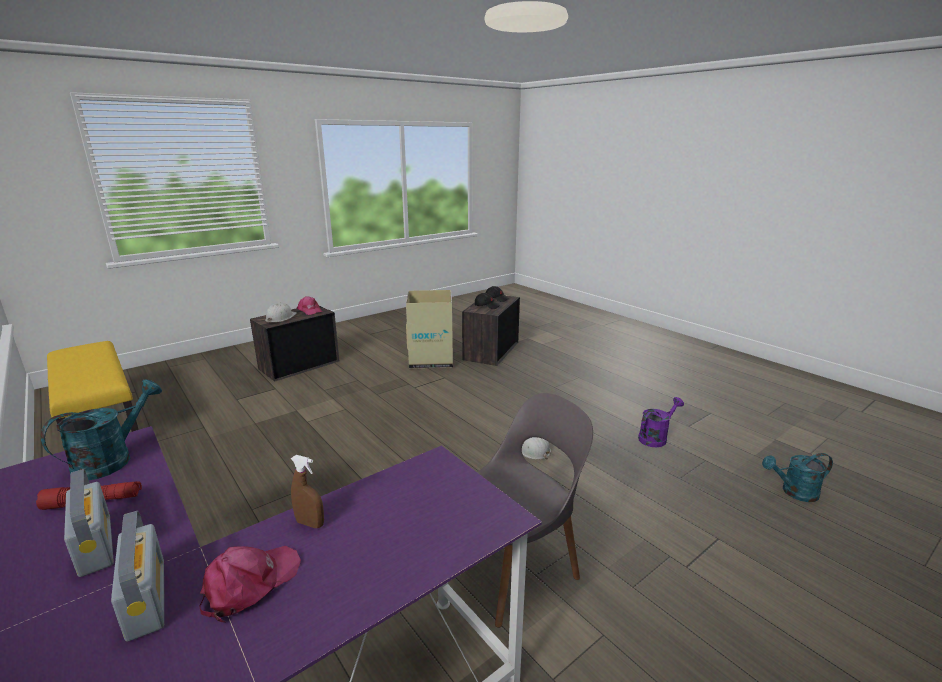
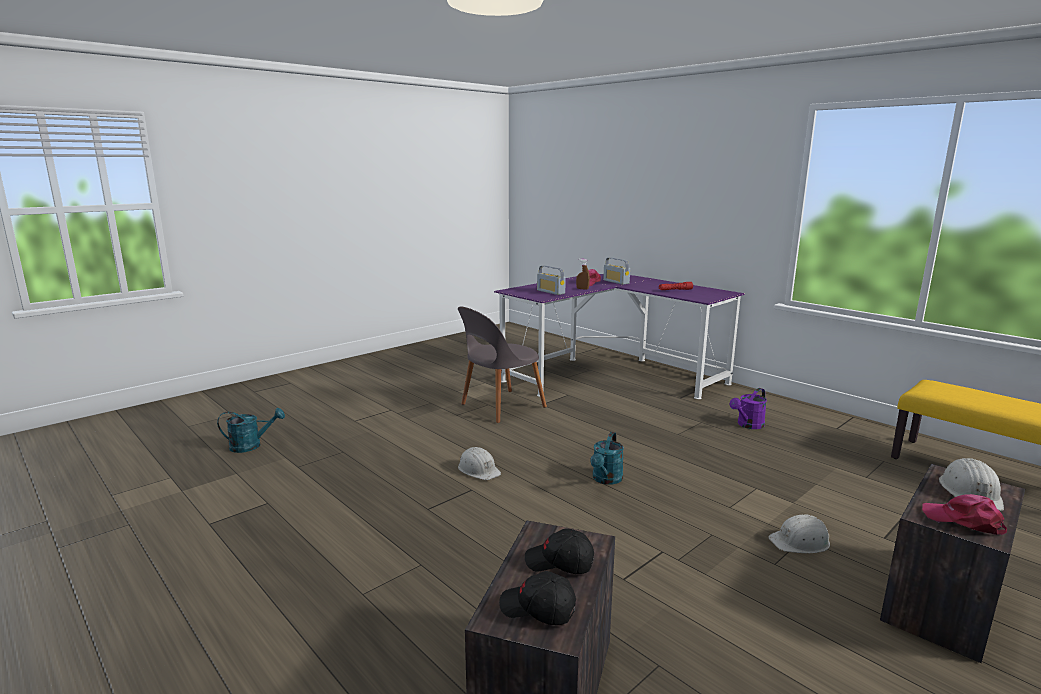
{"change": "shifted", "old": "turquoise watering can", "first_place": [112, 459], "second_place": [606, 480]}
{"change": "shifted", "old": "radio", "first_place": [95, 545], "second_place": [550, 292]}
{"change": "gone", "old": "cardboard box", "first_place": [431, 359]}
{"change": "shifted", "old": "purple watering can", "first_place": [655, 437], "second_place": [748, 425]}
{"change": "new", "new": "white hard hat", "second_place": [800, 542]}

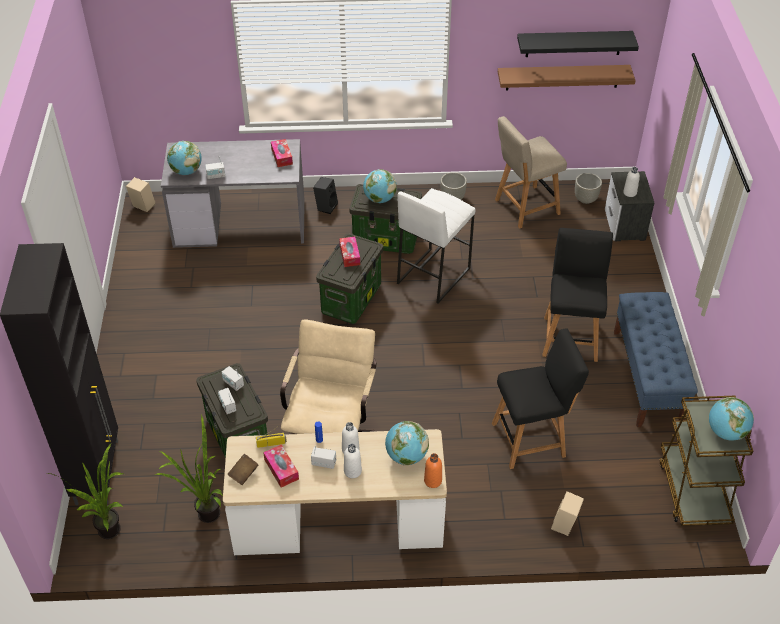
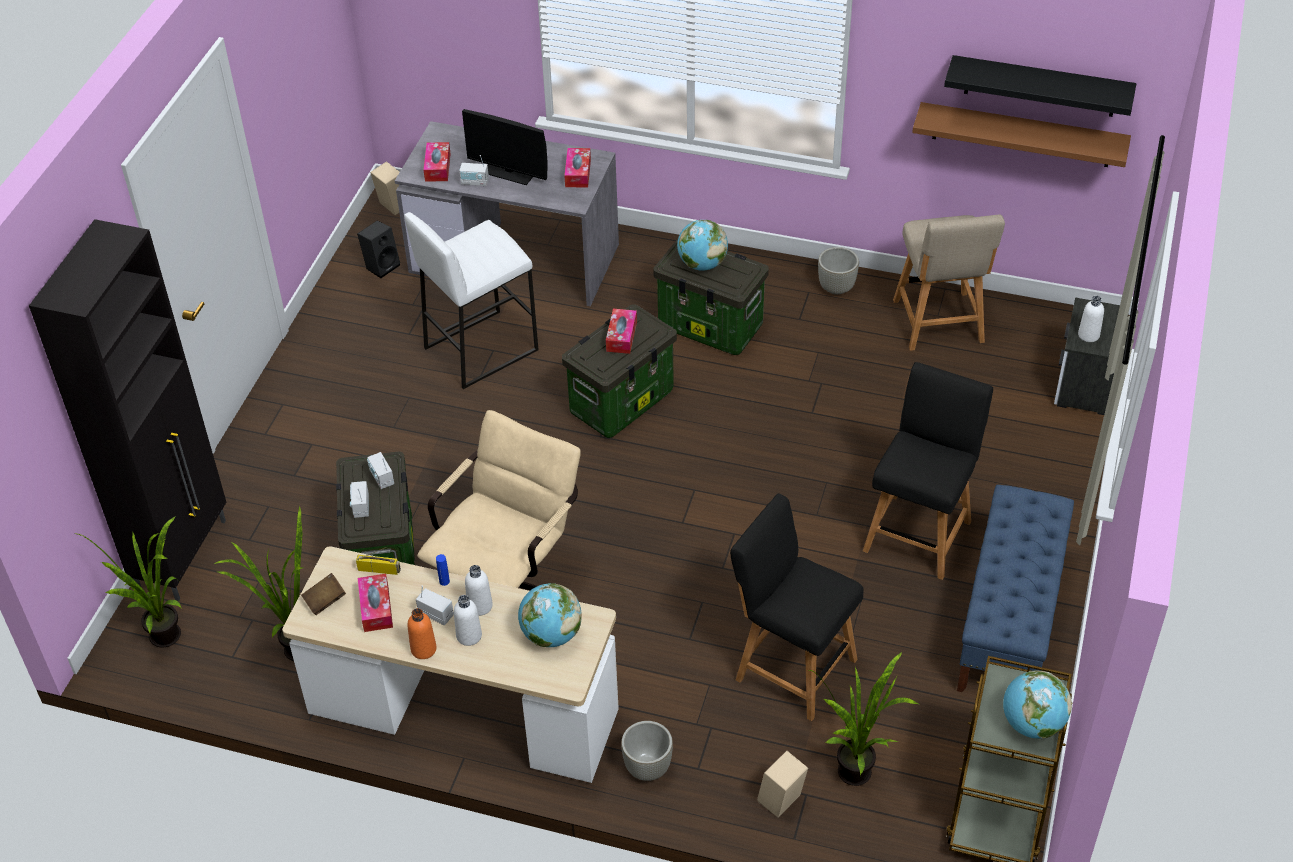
{"change": "swapped", "old": "globe", "new": "tissue box", "first_place": [186, 171], "second_place": [437, 167]}
{"change": "shifted", "old": "black speaker", "first_place": [326, 206], "second_place": [382, 265]}
{"change": "shifted", "old": "white stool", "first_place": [433, 275], "second_place": [480, 348]}
{"change": "shifted", "old": "orange bottle", "first_place": [433, 480], "second_place": [423, 649]}
{"change": "rotated", "old": "black chair", "first_place": [532, 439], "second_place": [791, 666], "degrees": -150}
{"change": "rotated", "old": "beige chair", "first_place": [524, 208], "second_place": [939, 324], "degrees": -90}
{"change": "shifted", "old": "grey planter", "first_place": [585, 199], "second_place": [648, 768]}
{"change": "new", "new": "monitor", "second_place": [509, 172]}
{"change": "new", "new": "potted plant", "second_place": [857, 779]}

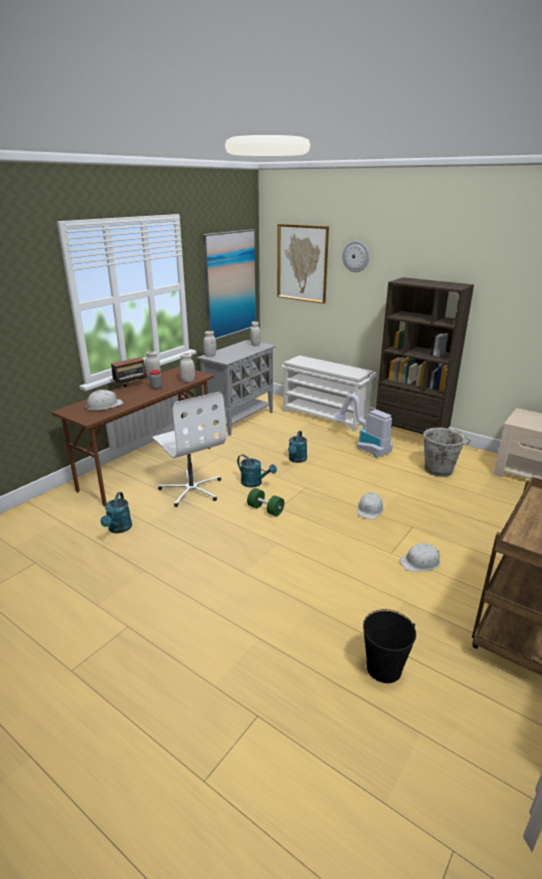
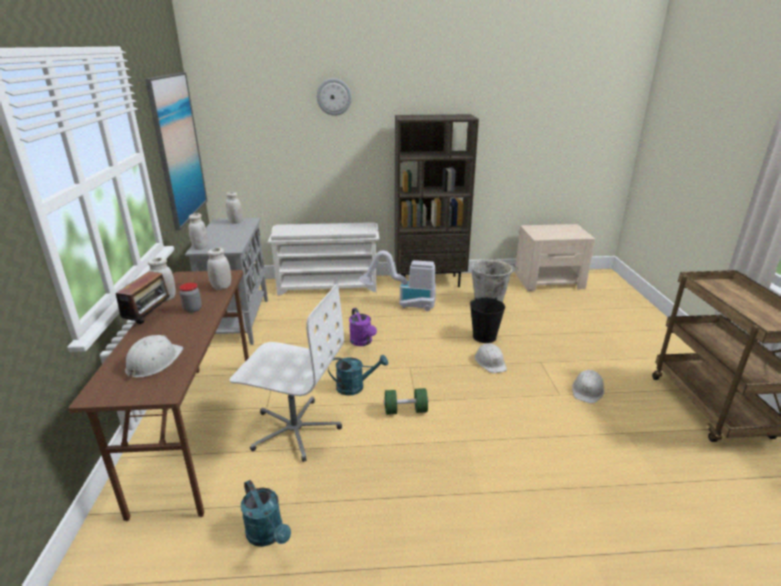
{"change": "gone", "old": "picture", "first_place": [302, 263]}
{"change": "repainted", "old": "turquoise watering can", "new": "purple watering can", "first_place": [297, 460], "second_place": [363, 342]}
{"change": "shifted", "old": "black bucket", "first_place": [384, 668], "second_place": [484, 337]}

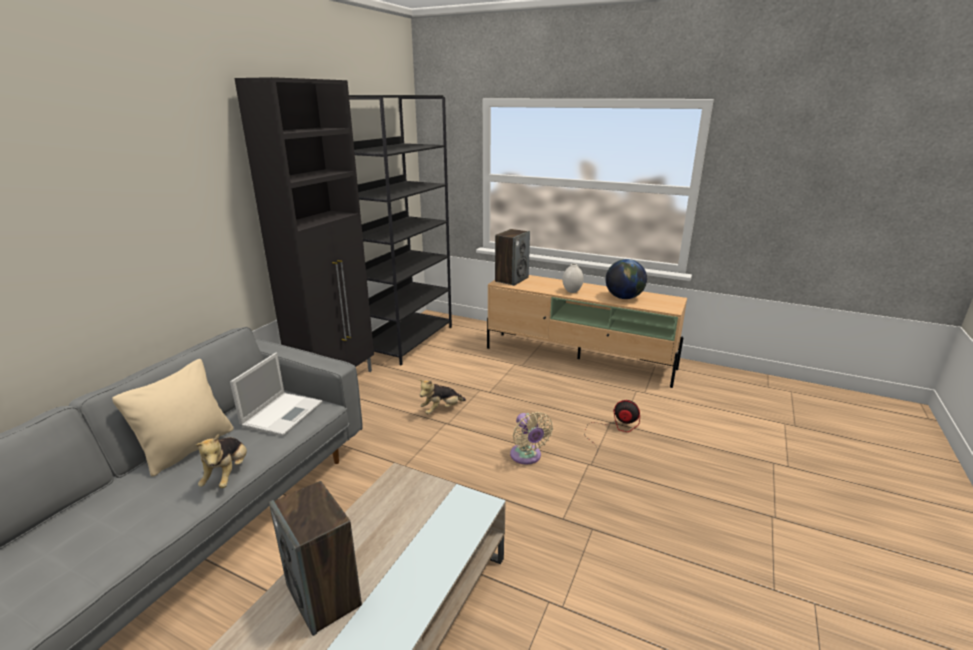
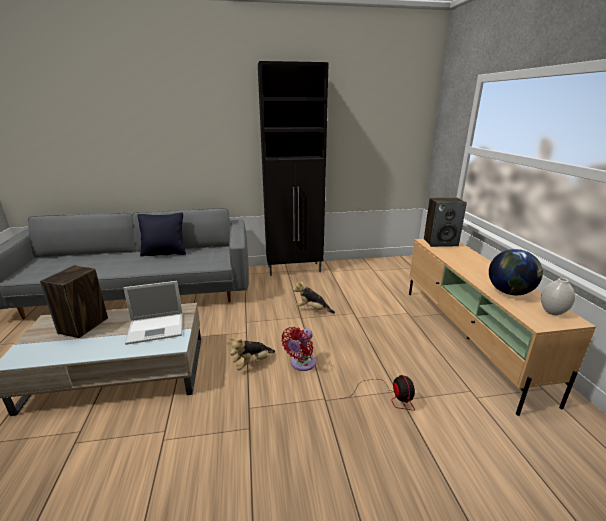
{"change": "repainted", "old": "beige pillow", "new": "black pillow", "first_place": [188, 448], "second_place": [164, 253]}
{"change": "shifted", "old": "plush toy", "first_place": [228, 474], "second_place": [252, 363]}
{"change": "shifted", "old": "laptop", "first_place": [283, 413], "second_place": [157, 328]}
{"change": "gone", "old": "black bookcase", "first_place": [407, 340]}
{"change": "repainted", "old": "beige fan", "new": "red fan", "first_place": [527, 456], "second_place": [301, 364]}
{"change": "shifted", "old": "white vase", "first_place": [571, 291], "second_place": [552, 312]}

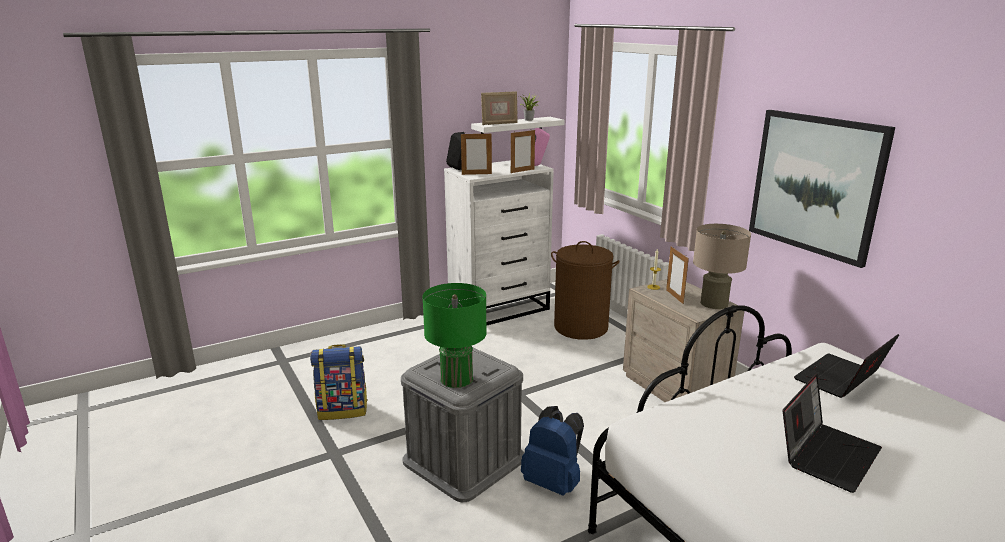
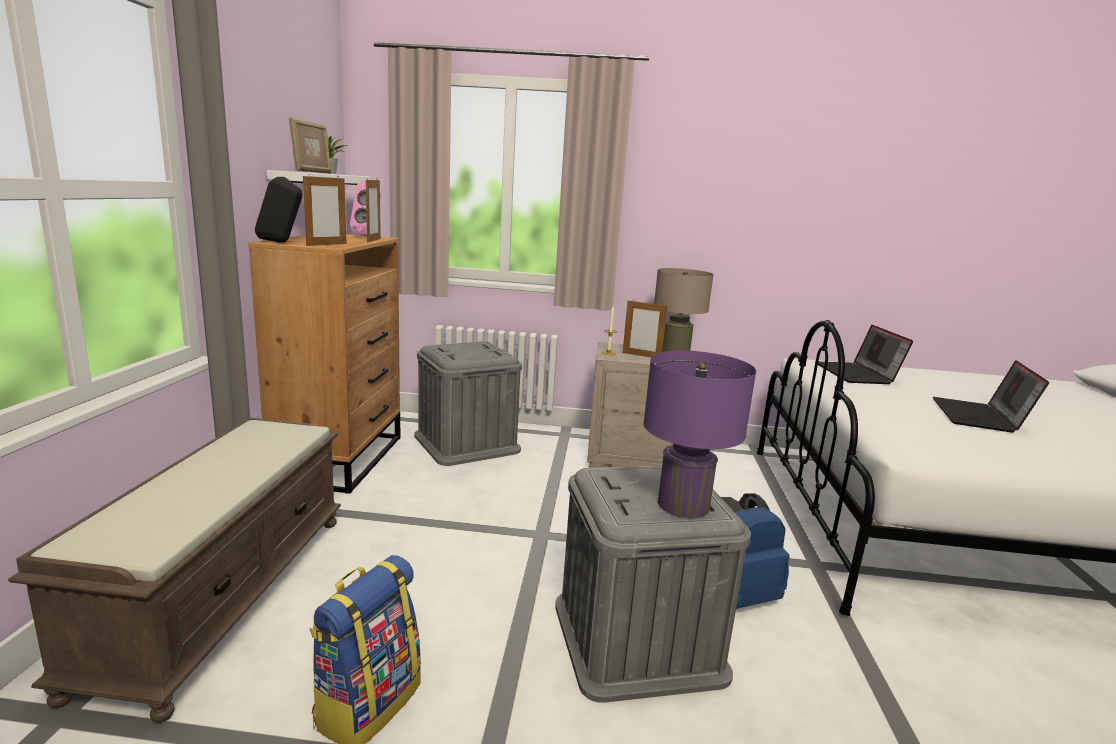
{"change": "repainted", "old": "green table lamp", "new": "purple table lamp", "first_place": [456, 379], "second_place": [683, 505]}
{"change": "repainted", "old": "white dresser", "new": "brown dresser", "first_place": [500, 309], "second_place": [341, 458]}
{"change": "swapped", "old": "brown laundry basket", "new": "grey storage box", "first_place": [581, 327], "second_place": [466, 443]}
{"change": "gone", "old": "picture", "first_place": [815, 184]}
{"change": "rotated", "old": "laptop", "first_place": [827, 454], "second_place": [980, 417], "degrees": -150}
{"change": "new", "new": "brown bench", "second_place": [223, 593]}

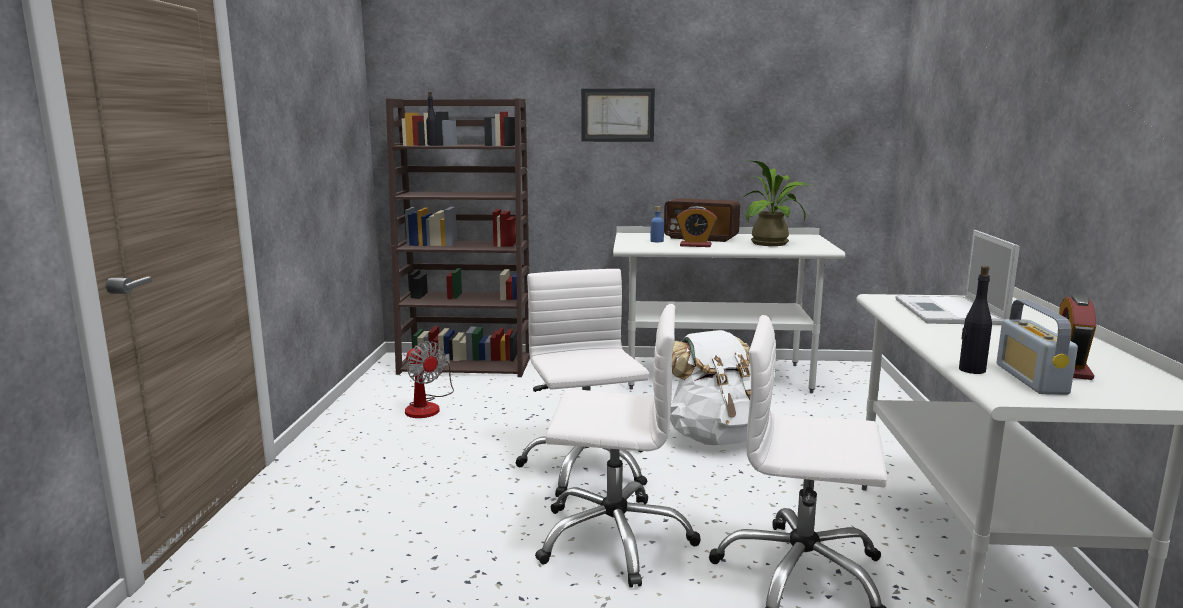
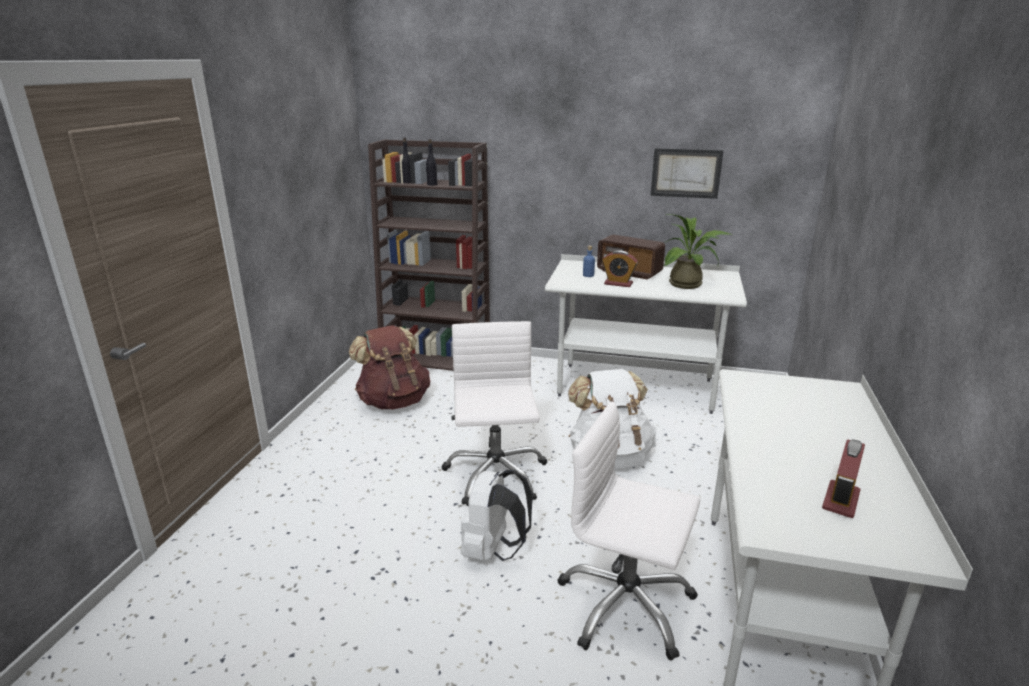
{"change": "swapped", "old": "fan", "new": "brown backpack", "first_place": [427, 406], "second_place": [393, 401]}
{"change": "swapped", "old": "white office chair", "new": "white backpack", "first_place": [614, 538], "second_place": [493, 550]}
{"change": "shifted", "old": "picture", "first_place": [617, 115], "second_place": [686, 173]}
{"change": "gone", "old": "laptop", "first_place": [950, 312]}
{"change": "shifted", "old": "black bottle", "first_place": [971, 370], "second_place": [432, 184]}
{"change": "gone", "old": "radio", "first_place": [1031, 379]}

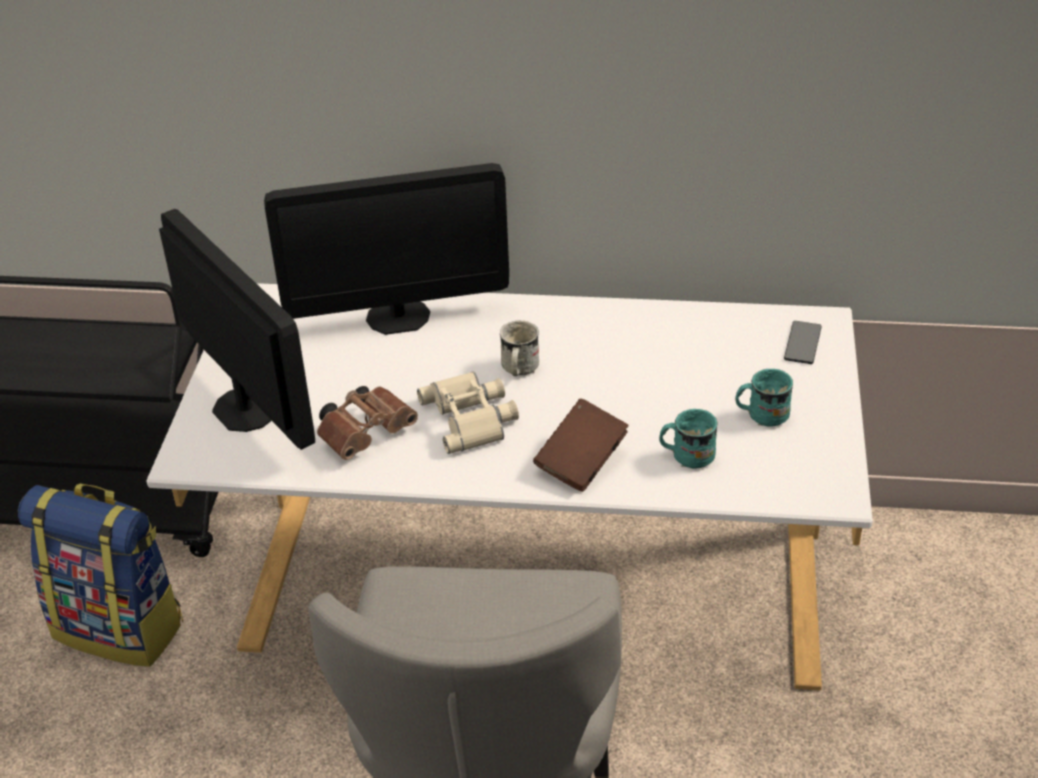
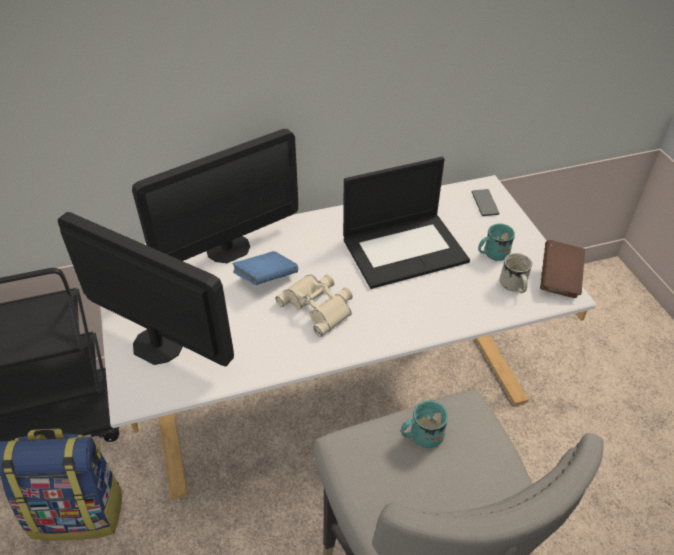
{"change": "gone", "old": "brown binoculars", "first_place": [368, 433]}
{"change": "shifted", "old": "white mug", "first_place": [518, 369], "second_place": [514, 287]}
{"change": "shifted", "old": "brown book", "first_place": [581, 462], "second_place": [559, 279]}
{"change": "shifted", "old": "turquoise mug", "first_place": [686, 455], "second_place": [421, 435]}
{"change": "new", "new": "blue book", "second_place": [266, 279]}
{"change": "new", "new": "laptop", "second_place": [405, 249]}

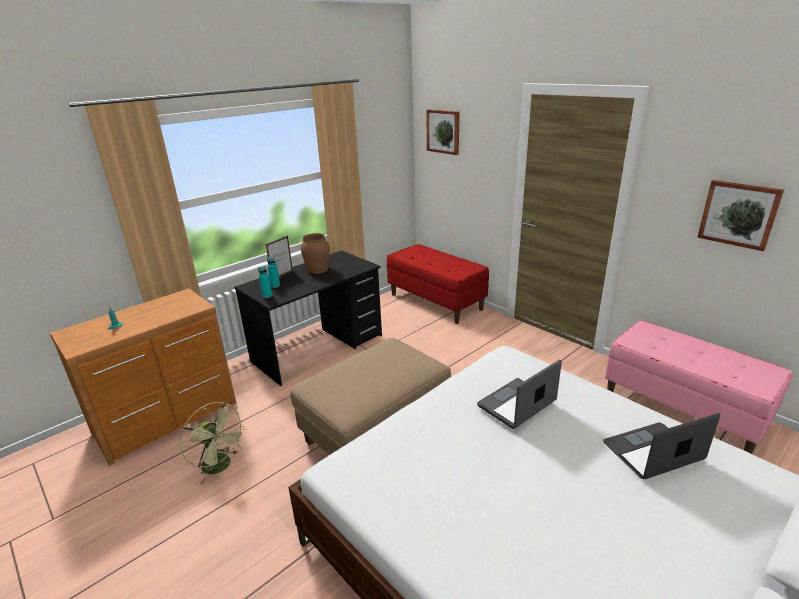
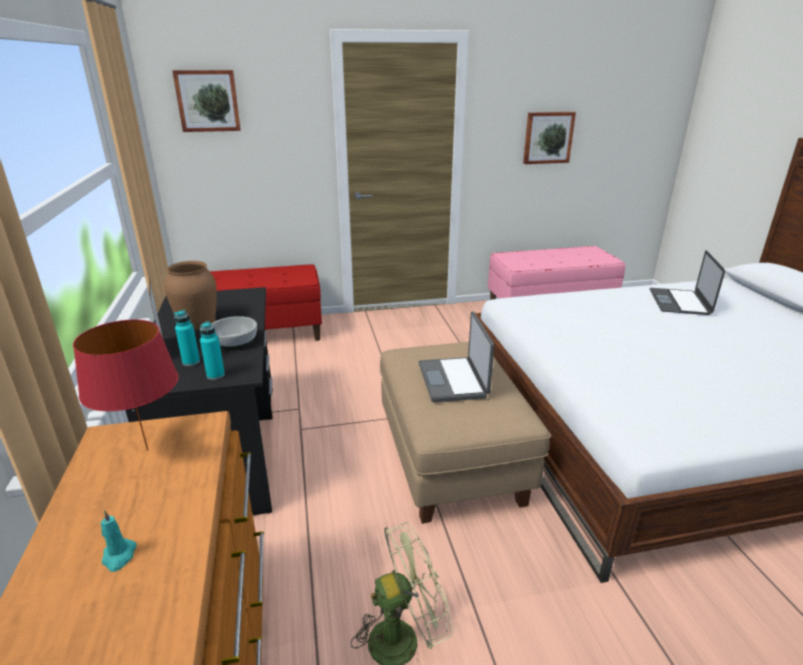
{"change": "shifted", "old": "laptop", "first_place": [517, 405], "second_place": [454, 380]}
{"change": "new", "new": "red table lamp", "second_place": [148, 449]}
{"change": "new", "new": "bowl", "second_place": [234, 342]}

